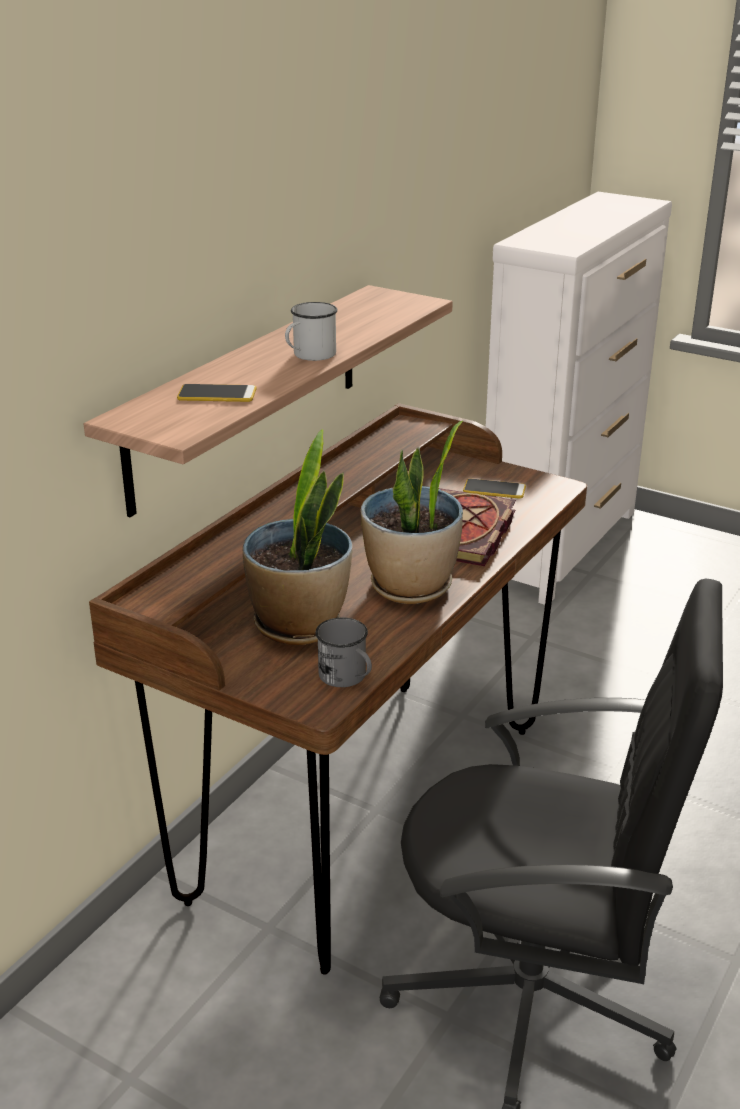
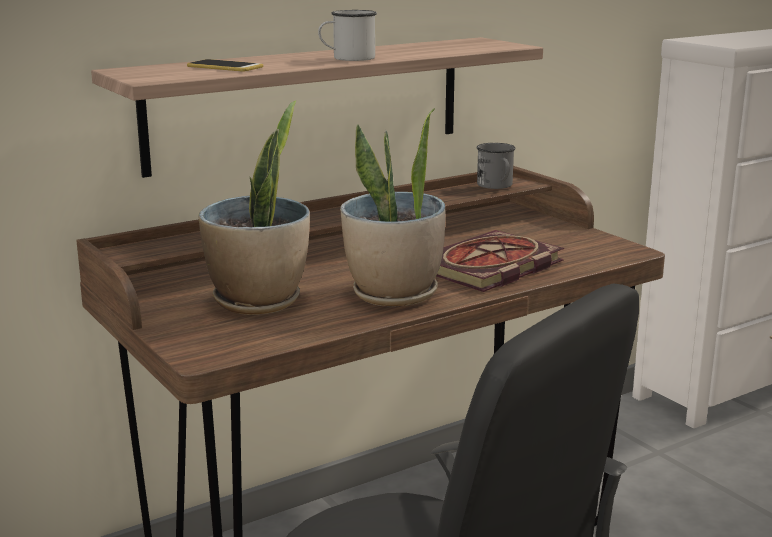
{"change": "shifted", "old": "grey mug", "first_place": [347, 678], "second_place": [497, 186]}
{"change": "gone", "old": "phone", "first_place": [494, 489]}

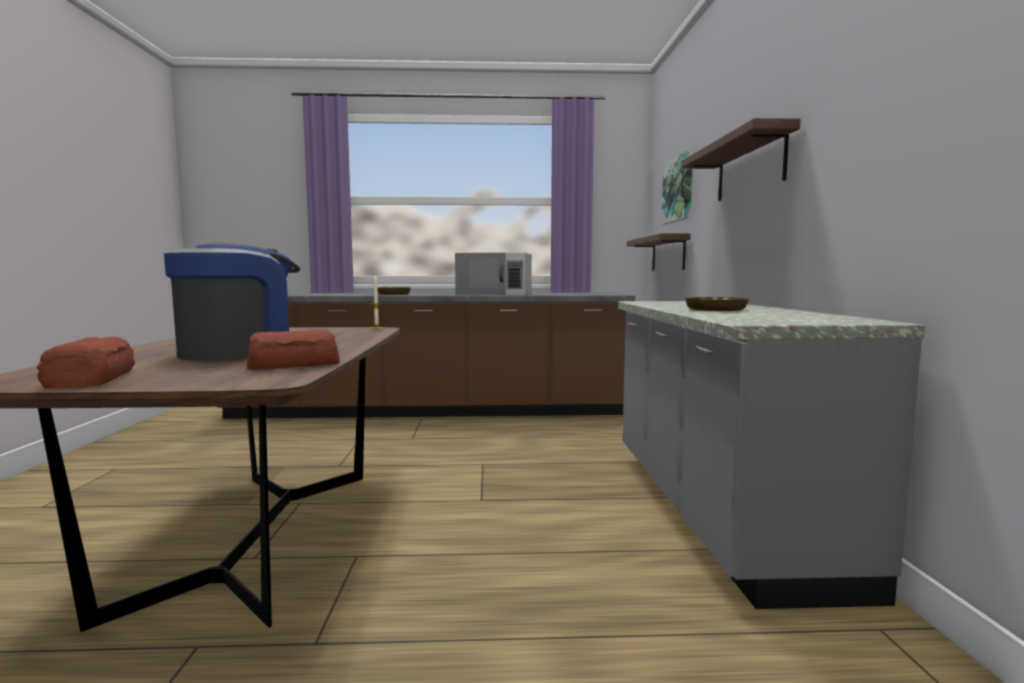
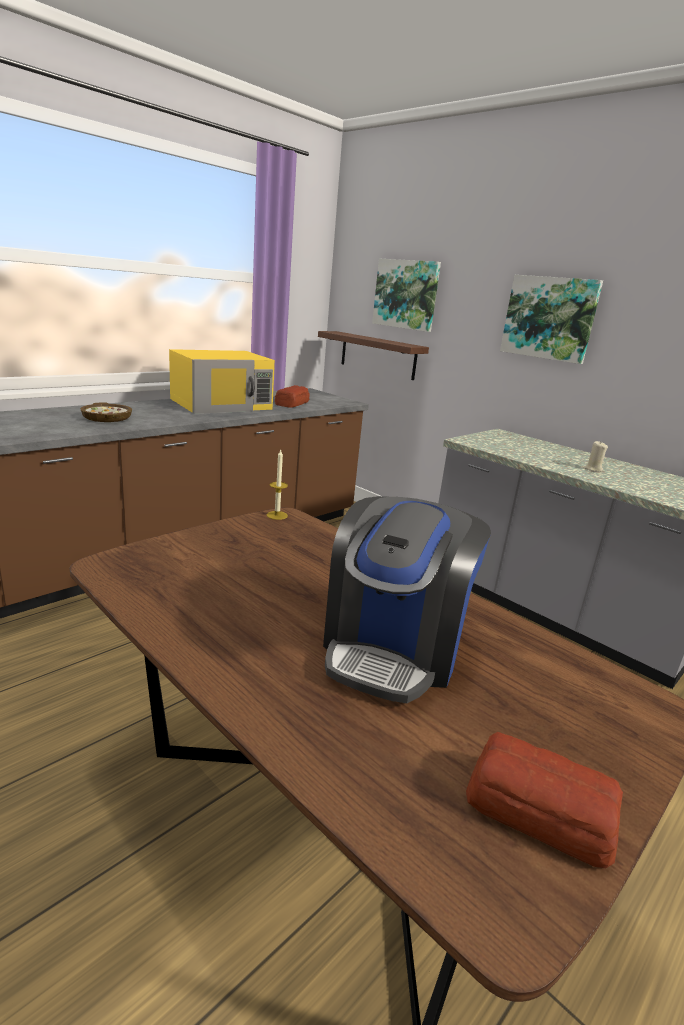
{"change": "rotated", "old": "coffee machine", "first_place": [241, 352], "second_place": [393, 648], "degrees": -150}
{"change": "shifted", "old": "bread", "first_place": [295, 364], "second_place": [292, 403]}
{"change": "repainted", "old": "white microwave", "new": "yellow microwave", "first_place": [495, 293], "second_place": [222, 404]}
{"change": "swapped", "old": "shelf", "new": "picture", "first_place": [750, 167], "second_place": [549, 318]}
{"change": "swapped", "old": "bowl", "new": "beige candle", "first_place": [716, 309], "second_place": [593, 469]}

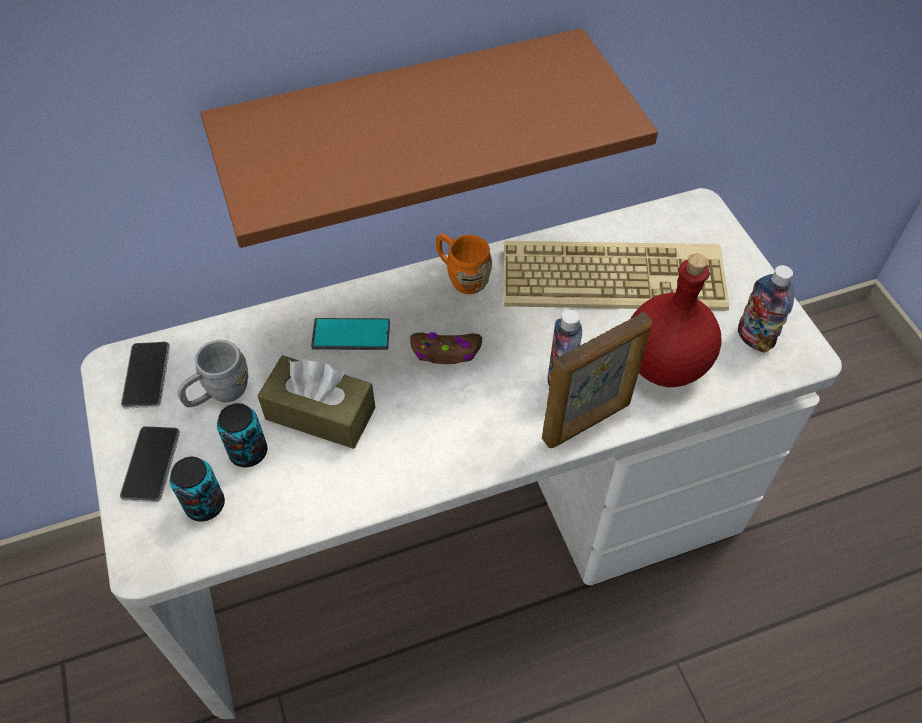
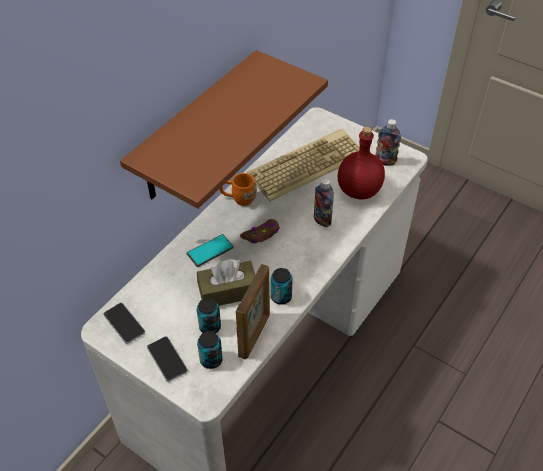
{"change": "gone", "old": "grey mug", "first_place": [218, 394]}
{"change": "shifted", "old": "picture frame", "first_place": [587, 422], "second_place": [255, 335]}
{"change": "new", "new": "can", "second_place": [281, 297]}

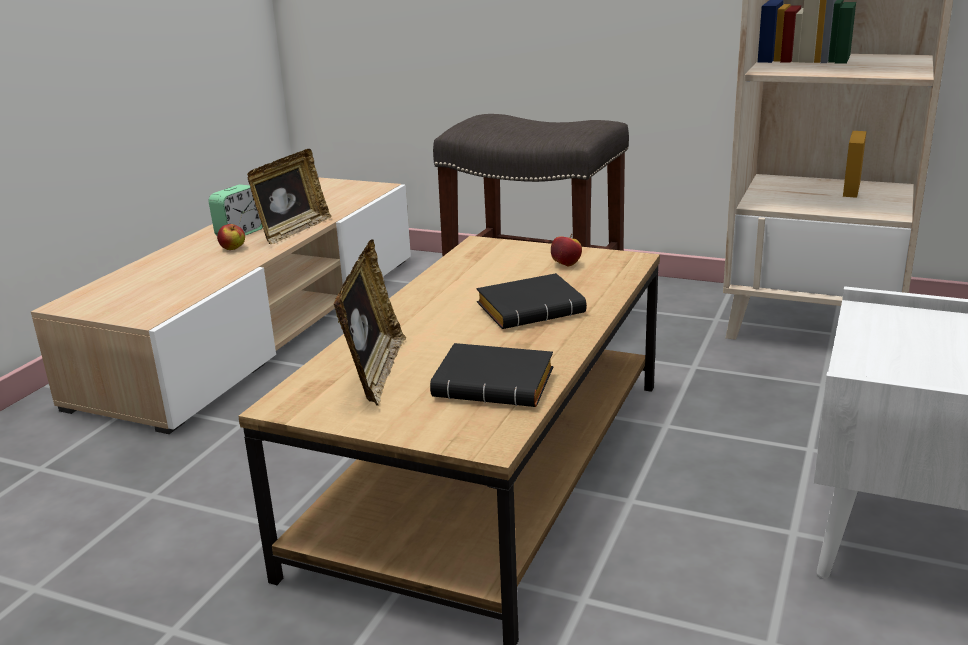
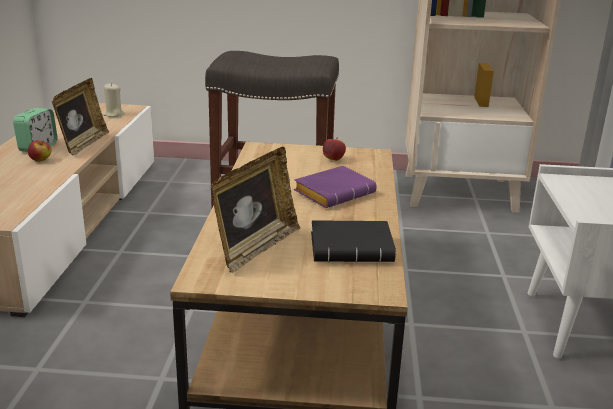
{"change": "rotated", "old": "picture frame", "first_place": [375, 373], "second_place": [255, 248], "degrees": 45}
{"change": "repainted", "old": "black book", "new": "purple book", "first_place": [532, 309], "second_place": [334, 192]}
{"change": "new", "new": "beige candle", "second_place": [113, 115]}

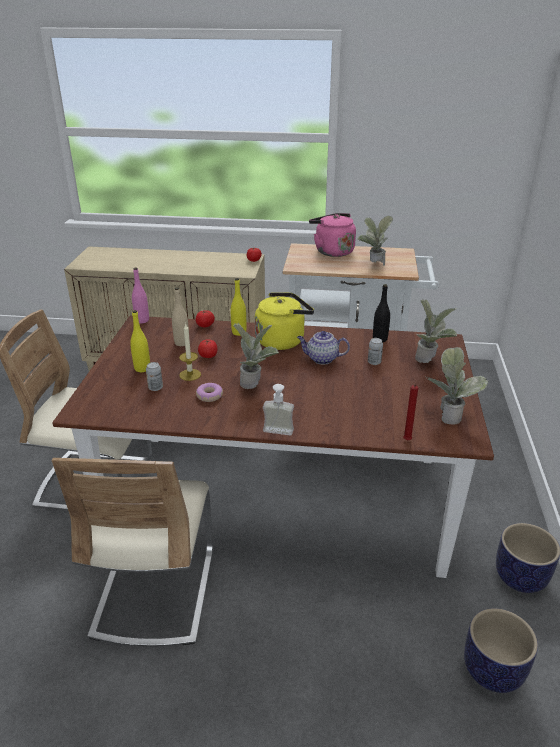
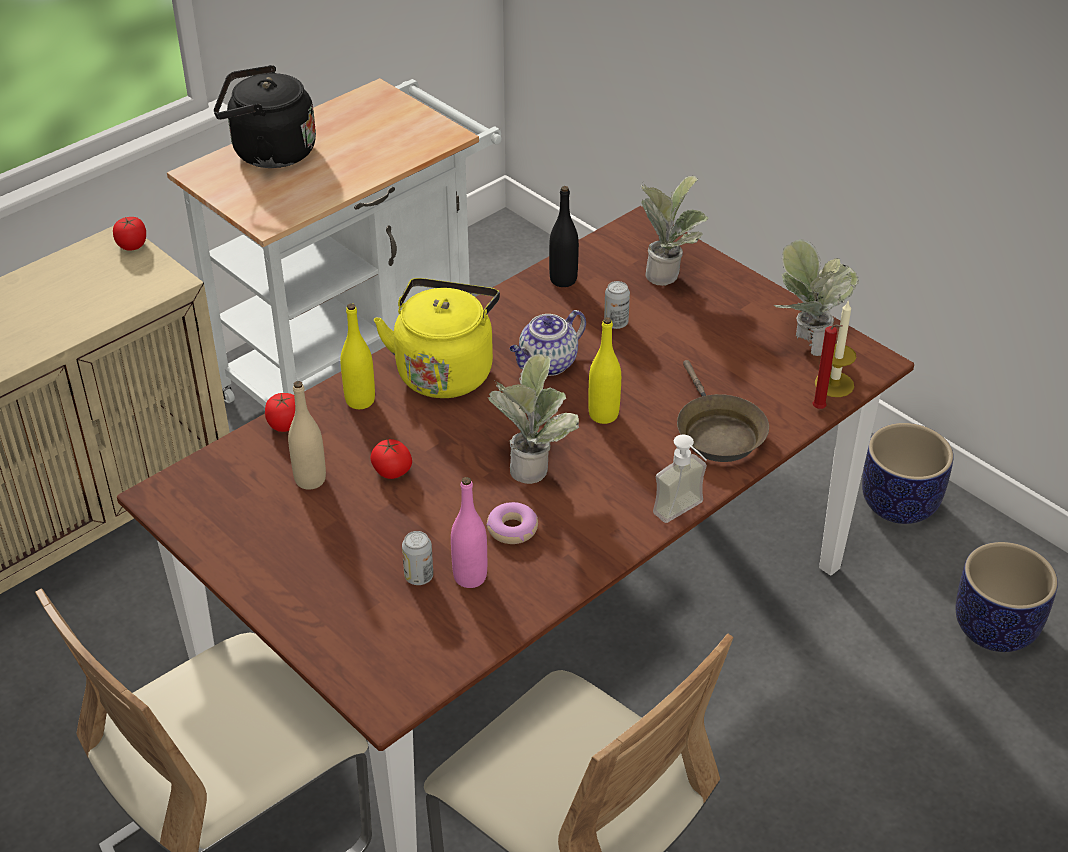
{"change": "shifted", "old": "yellow bottle", "first_place": [142, 368], "second_place": [603, 415]}
{"change": "shifted", "old": "pink bottle", "first_place": [142, 320], "second_place": [470, 577]}
{"change": "shifted", "old": "candle", "first_place": [190, 375], "second_place": [834, 384]}
{"change": "repainted", "old": "pink kettle", "new": "black kettle", "first_place": [332, 251], "second_place": [268, 153]}
{"change": "gone", "old": "potted plant", "first_place": [373, 264]}
{"change": "new", "new": "brown frying pan", "second_place": [717, 433]}

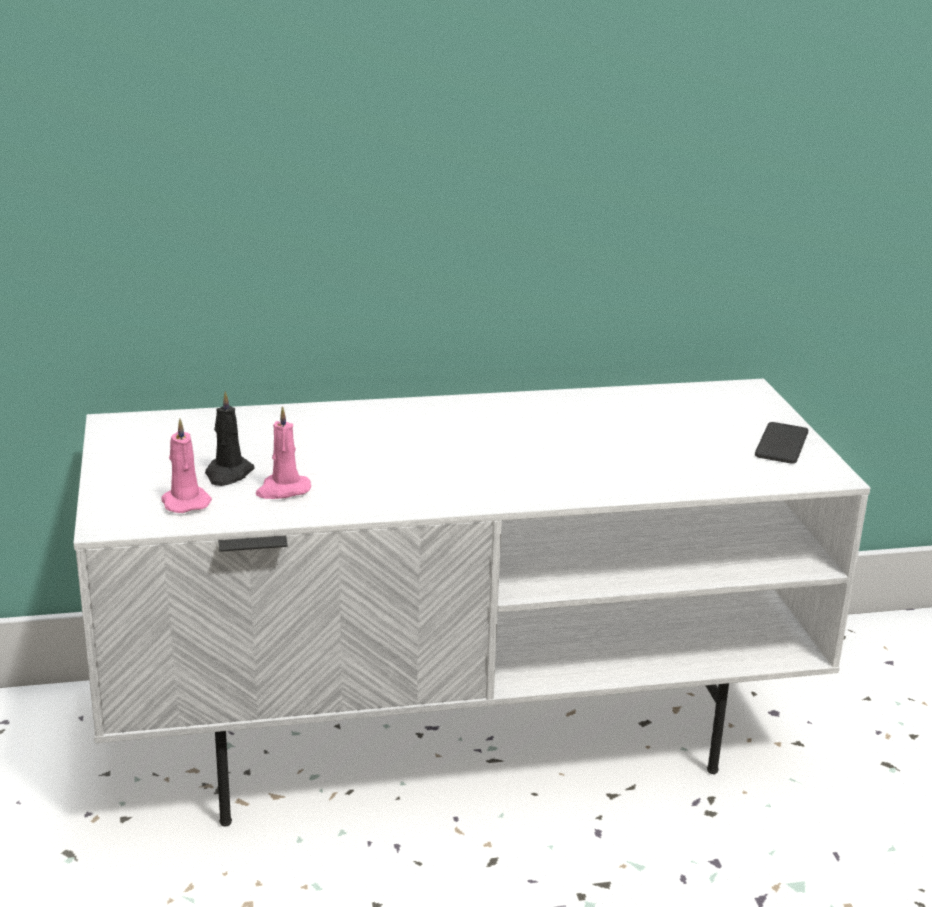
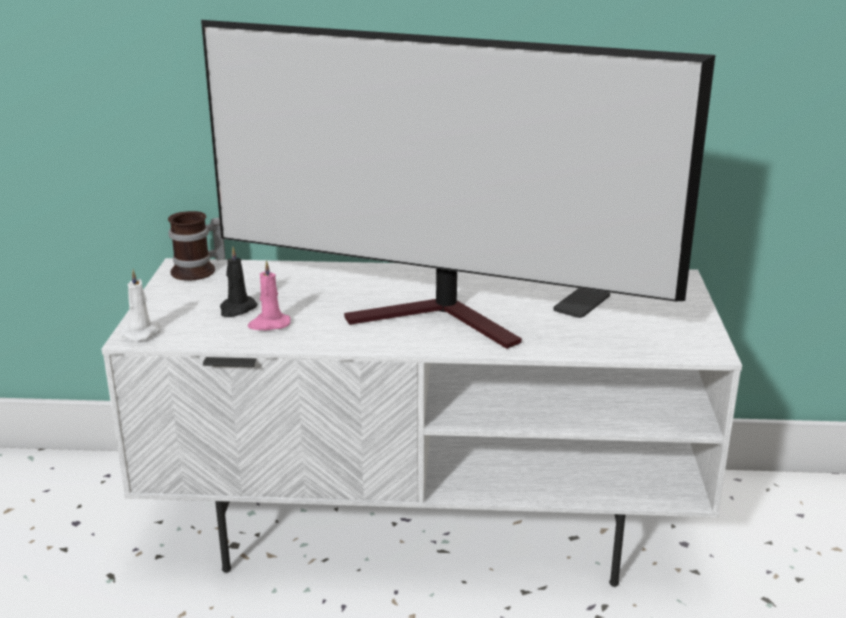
{"change": "gone", "old": "pink candle", "first_place": [184, 502]}
{"change": "shifted", "old": "phone", "first_place": [781, 444], "second_place": [582, 302]}
{"change": "new", "new": "white candle", "second_place": [143, 333]}
{"change": "new", "new": "mug", "second_place": [198, 271]}
{"change": "new", "new": "television", "second_place": [444, 319]}

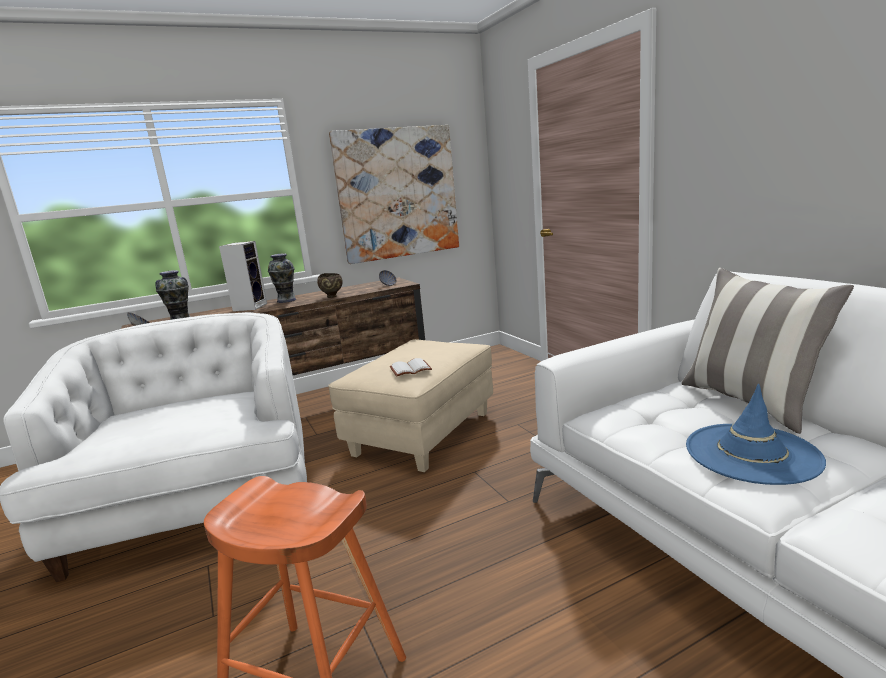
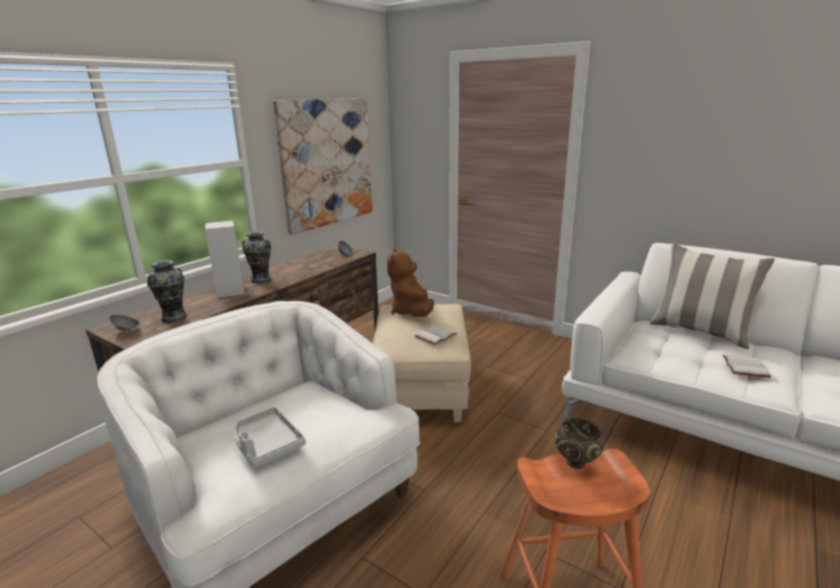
{"change": "shifted", "old": "brown bowl", "first_place": [332, 296], "second_place": [577, 463]}
{"change": "swapped", "old": "blue hat", "new": "white book", "first_place": [751, 453], "second_place": [743, 367]}
{"change": "new", "new": "grey tray", "second_place": [267, 444]}
{"change": "new", "new": "brown plush toy", "second_place": [411, 312]}

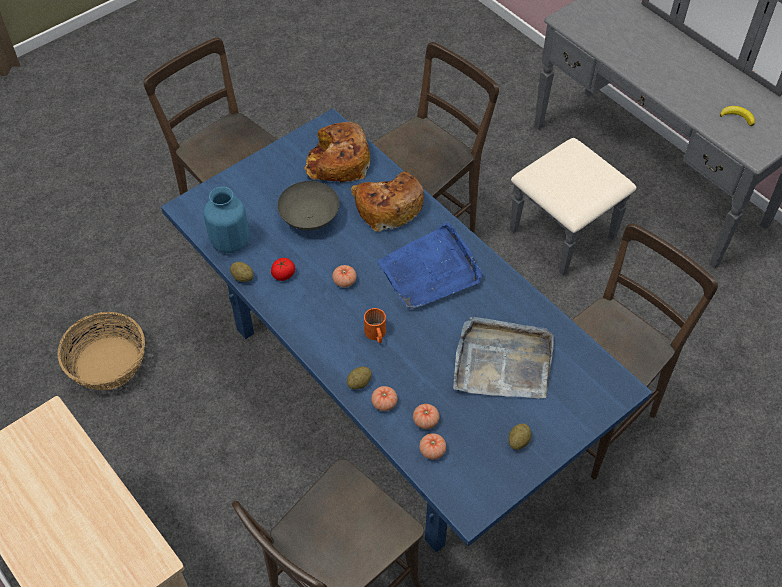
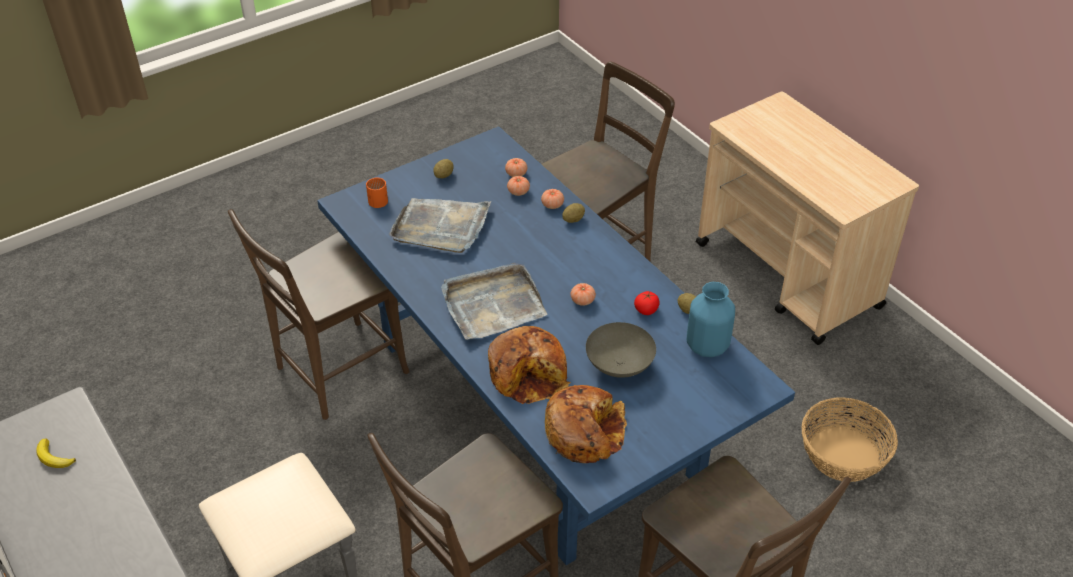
{"change": "shifted", "old": "orange mug", "first_place": [375, 335], "second_place": [378, 198]}
{"change": "repainted", "old": "blue tray", "new": "grey tray", "first_place": [430, 271], "second_place": [492, 304]}

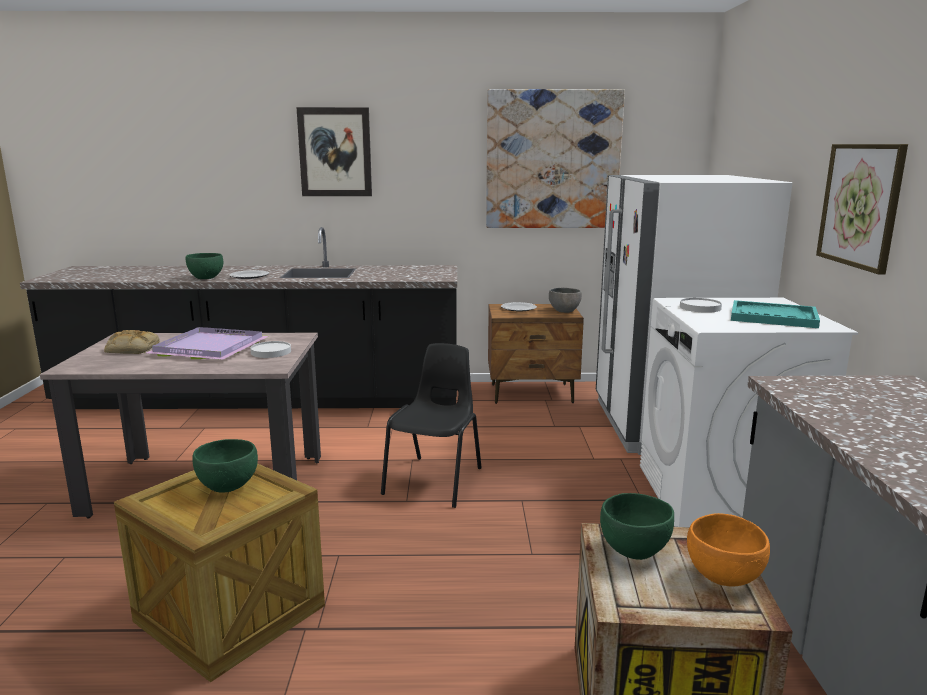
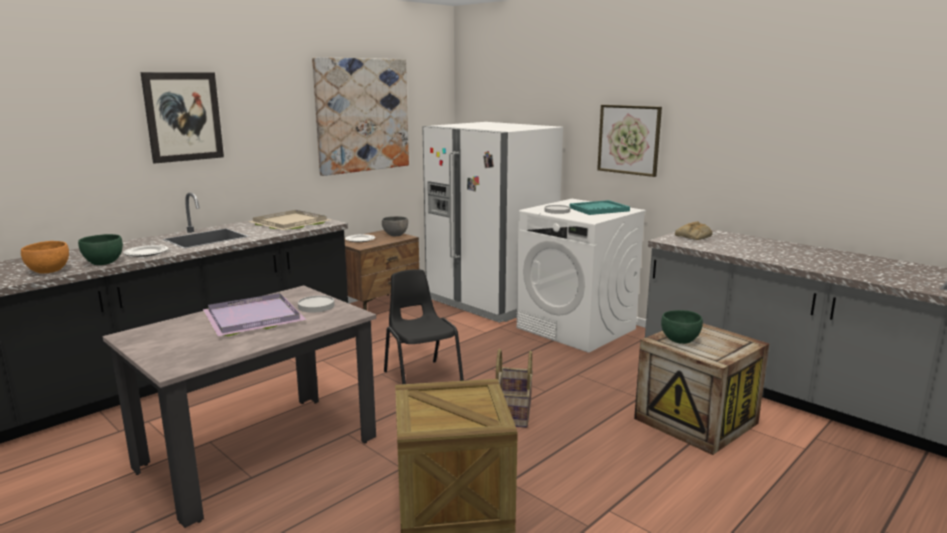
{"change": "shifted", "old": "bread", "first_place": [131, 349], "second_place": [693, 236]}
{"change": "gone", "old": "green bowl", "first_place": [227, 487]}
{"change": "shifted", "old": "orange bowl", "first_place": [722, 577], "second_place": [48, 271]}
{"change": "new", "new": "beige tray", "second_place": [288, 223]}
{"change": "new", "new": "basket", "second_place": [512, 412]}

